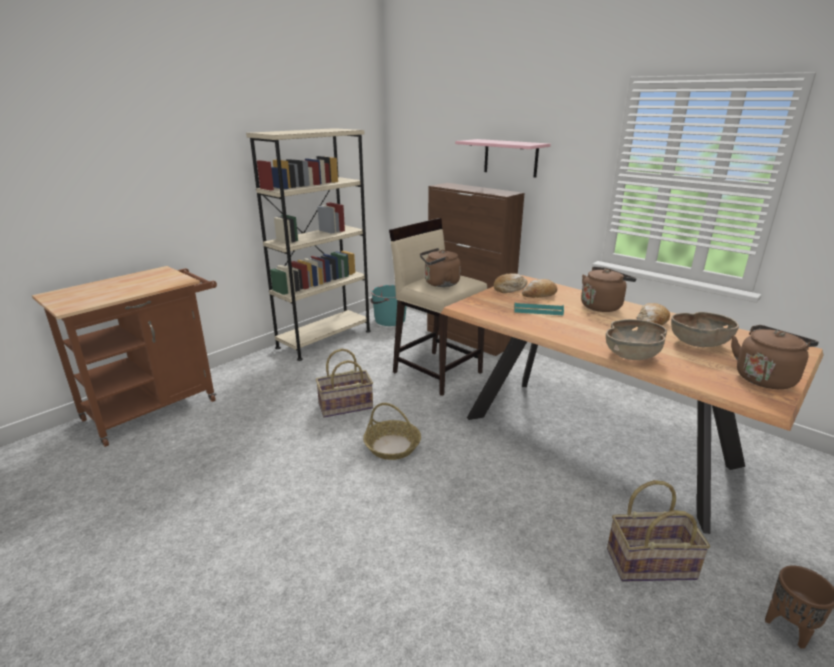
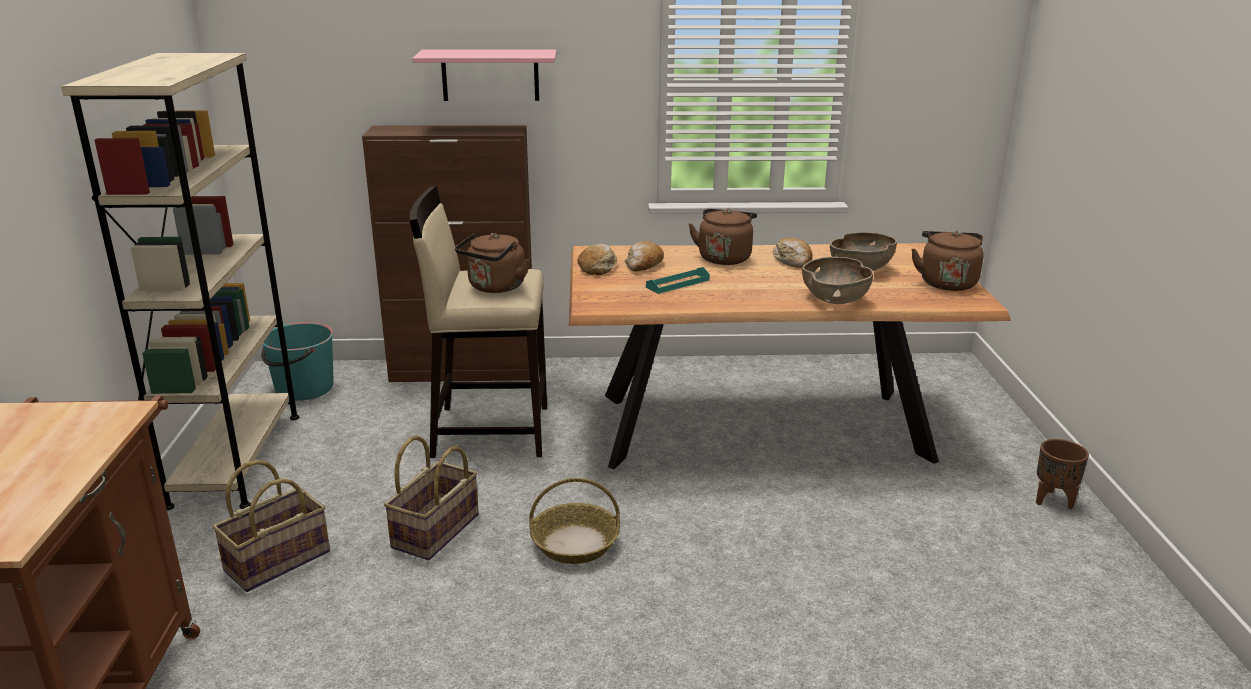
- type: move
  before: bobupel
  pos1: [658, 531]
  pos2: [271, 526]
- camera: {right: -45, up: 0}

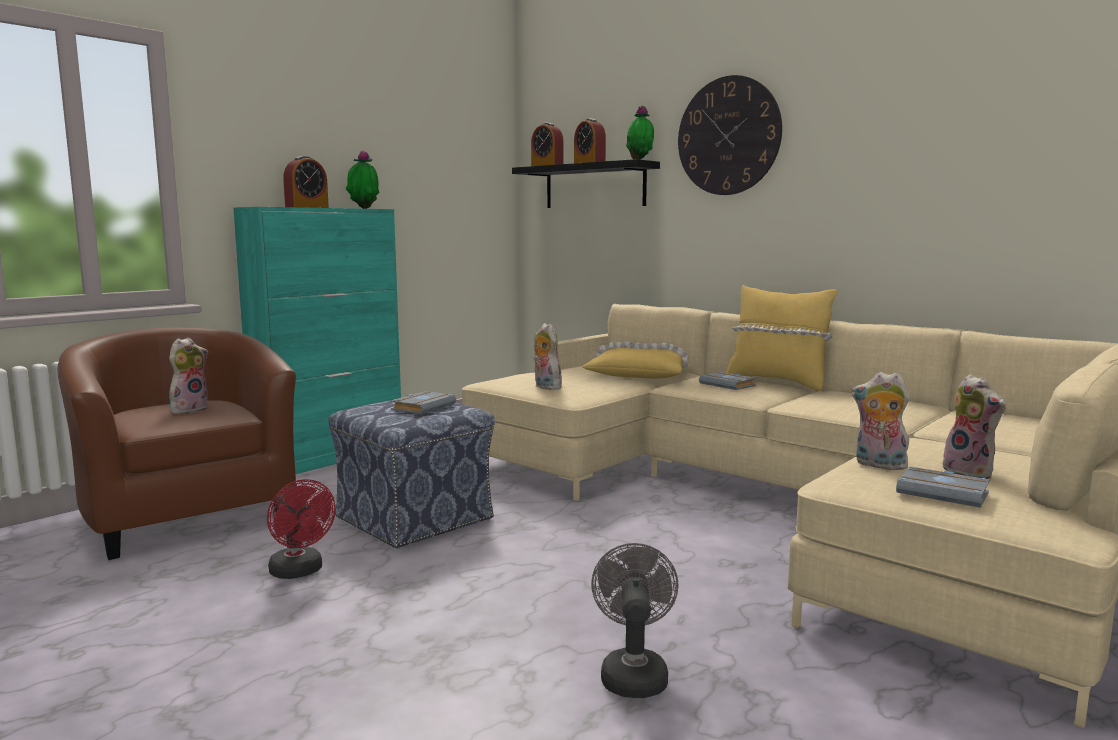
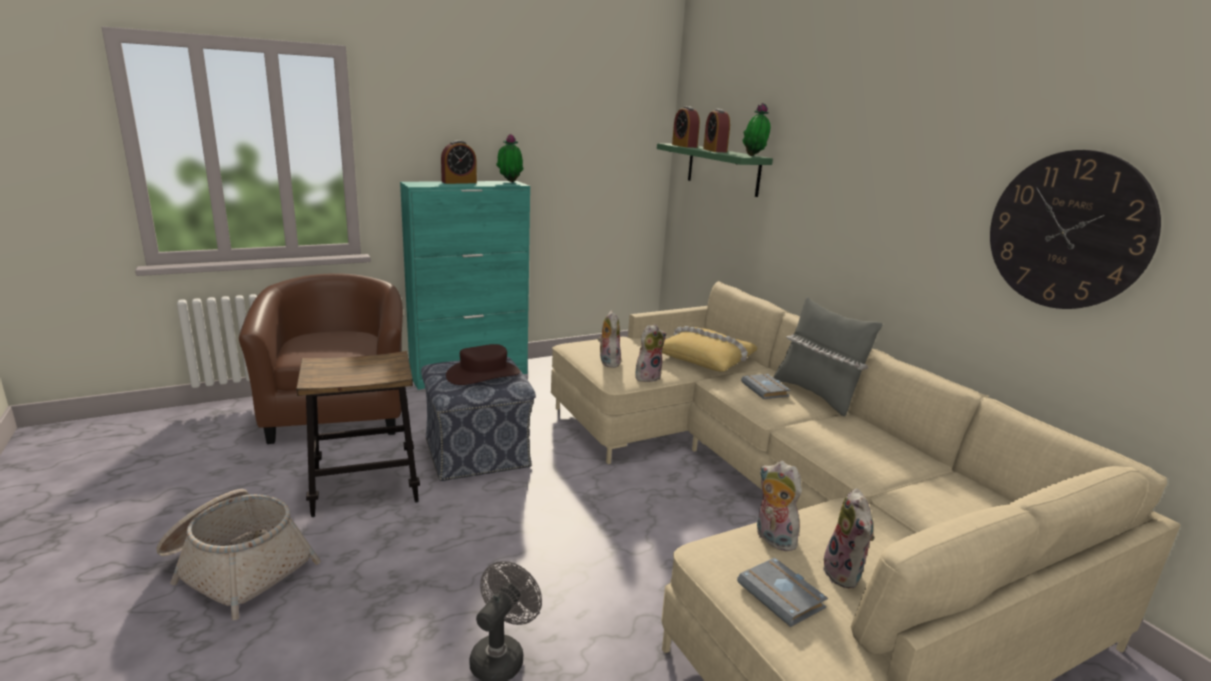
- type: insert
  after: bobupel
  pos2: [238, 554]
- type: replace
  before: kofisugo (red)
  after: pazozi
  pos1: [301, 529]
  pos2: [358, 434]
- type: replace
  before: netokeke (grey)
  after: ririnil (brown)
  pos1: [423, 402]
  pos2: [483, 364]
- type: move
  before: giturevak
  pos1: [188, 376]
  pos2: [650, 353]
- type: recolor
  before: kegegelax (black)
  after: kegegelax (green)
  pos1: [586, 183]
  pos2: [715, 170]
- type: recolor
  before: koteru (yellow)
  after: koteru (grey)
  pos1: [781, 338]
  pos2: [828, 357]
- type: move
  before: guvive
  pos1: [730, 135]
  pos2: [1075, 229]
- camera: {right: 20, up: 10}

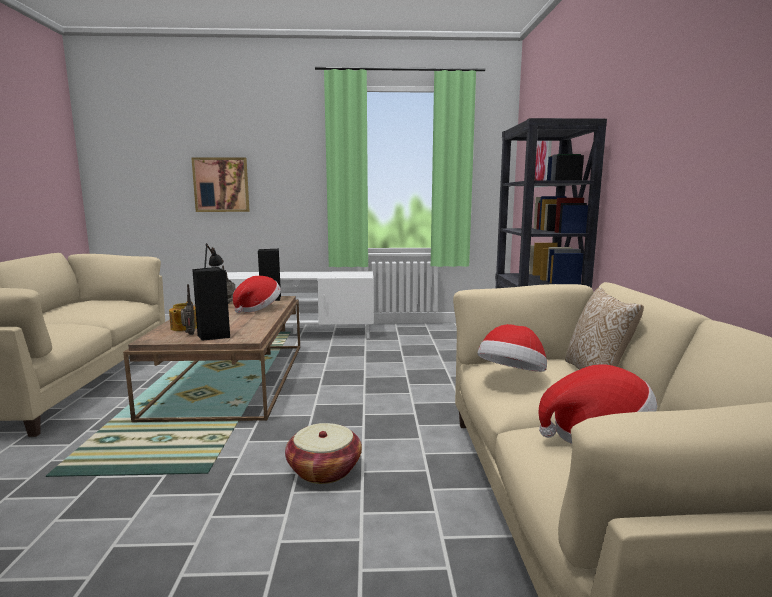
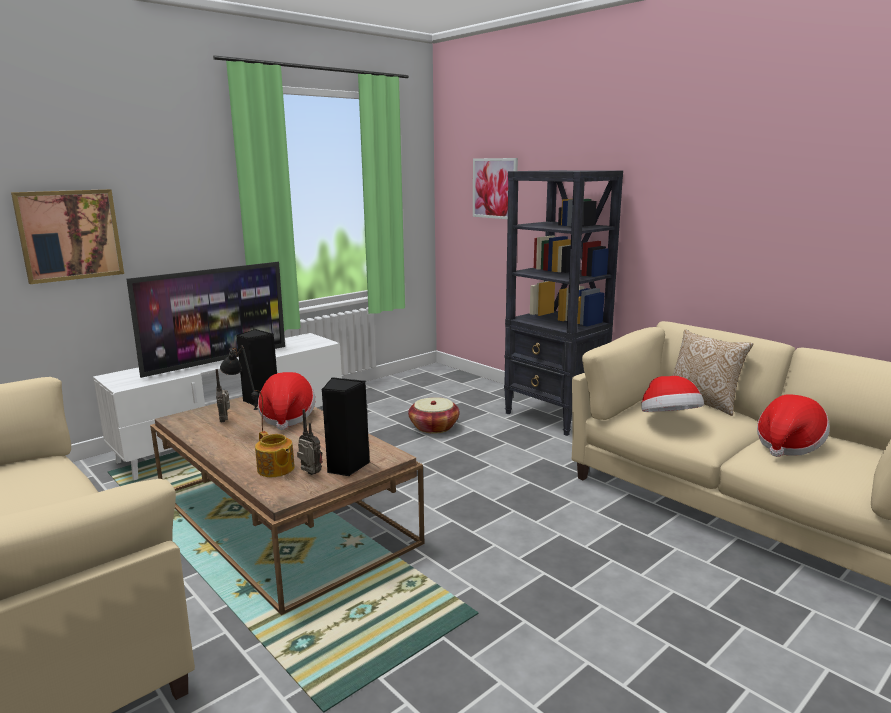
- type: insert
  after: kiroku
  pos2: [205, 320]
- type: move
  before: bobupel
  pos1: [323, 453]
  pos2: [433, 415]
- camera: {right: -40, up: 5}

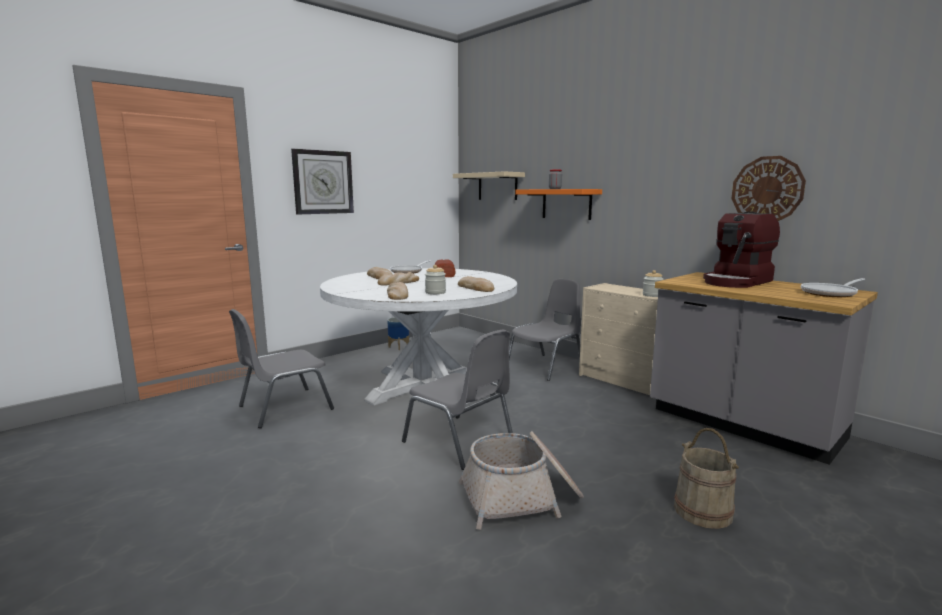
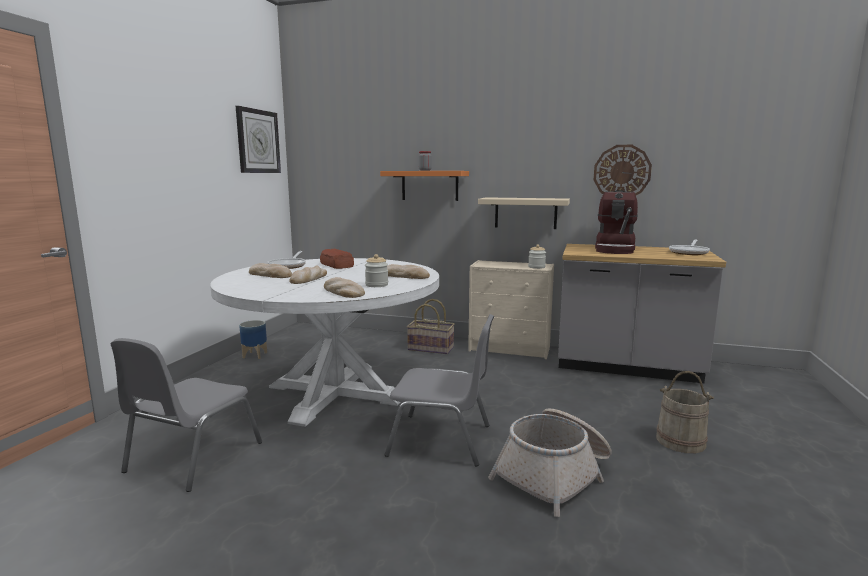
- type: move
  before: guvive
  pos1: [322, 181]
  pos2: [258, 139]
- type: replace
  before: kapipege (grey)
  after: bobupel
  pos1: [545, 330]
  pos2: [431, 326]
- type: move
  before: kegegelax (beige)
  pos1: [489, 185]
  pos2: [524, 213]
- camera: {right: -30, up: 0}

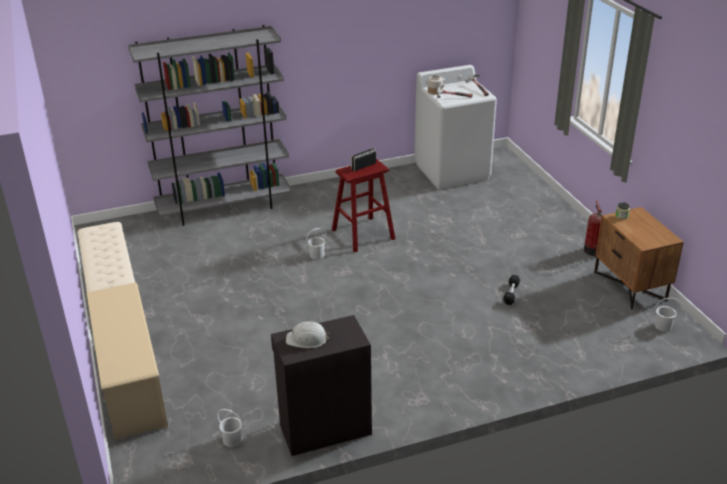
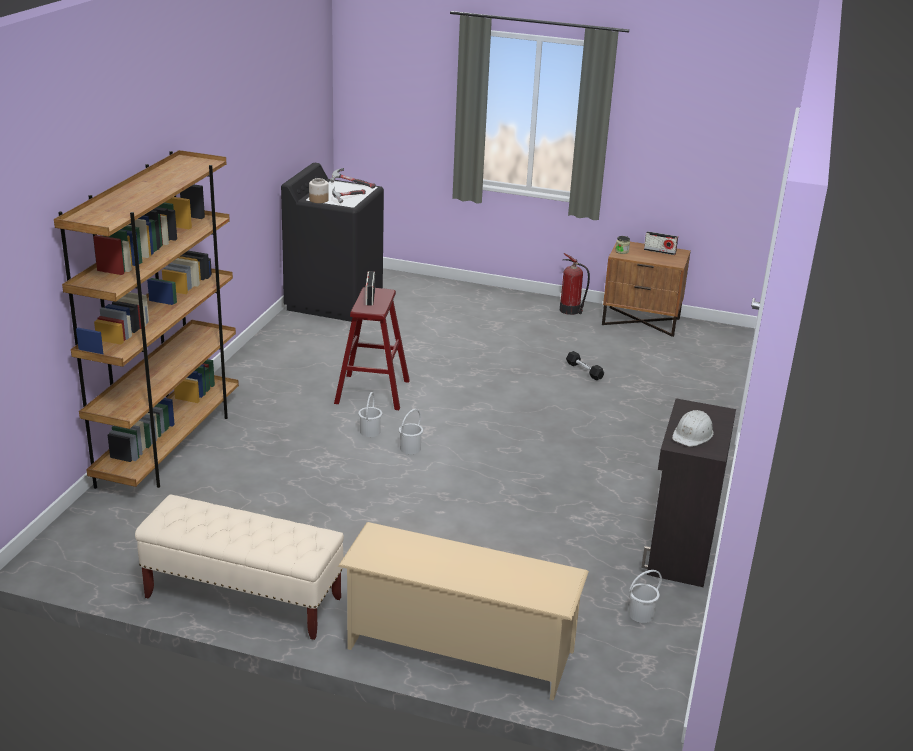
- type: recolor
  before: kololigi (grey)
  after: kololigi (brown)
  pos1: [209, 125]
  pos2: [146, 319]
- type: recolor
  before: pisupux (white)
  after: pisupux (black)
  pos1: [455, 127]
  pos2: [332, 242]
- type: move
  before: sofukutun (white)
  pos1: [667, 315]
  pos2: [411, 431]
- type: insert
  after: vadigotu
  pos2: [661, 243]
- camera: {right: -55, up: -5}

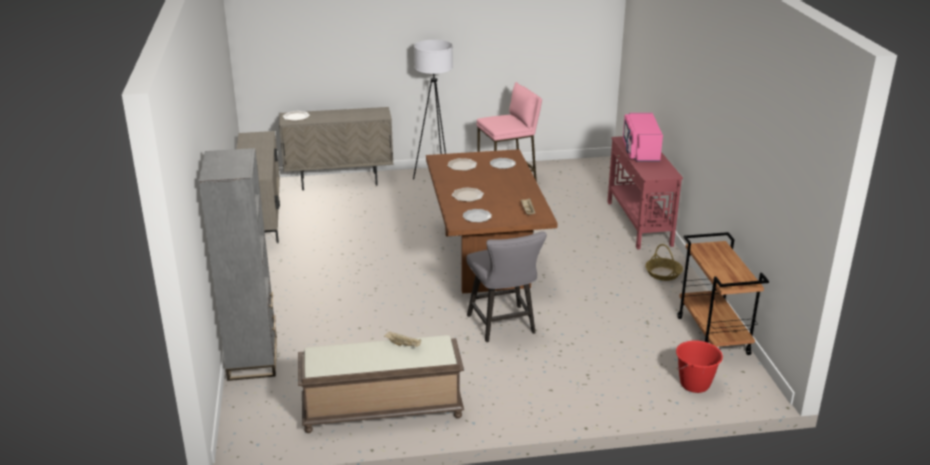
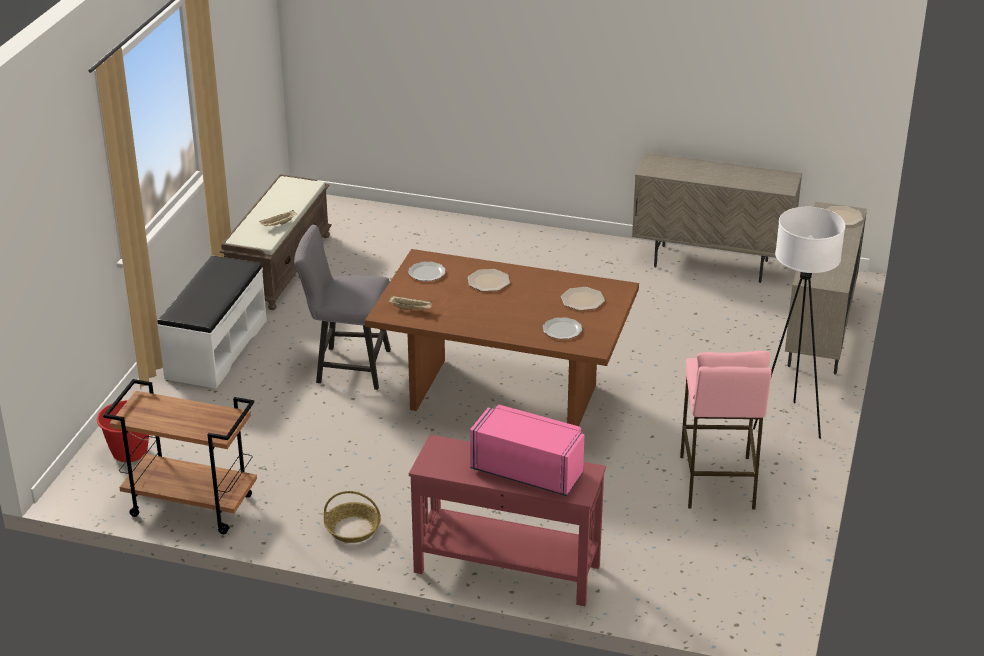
- type: insert
  after: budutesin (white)
  pos2: [212, 322]
- type: delete
  before: kololigi (grey)
  pos1: [238, 264]
- camera: {right: 115, up: 5}

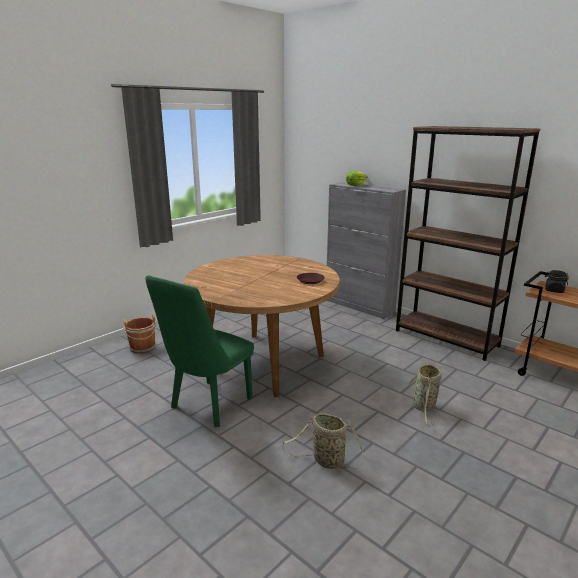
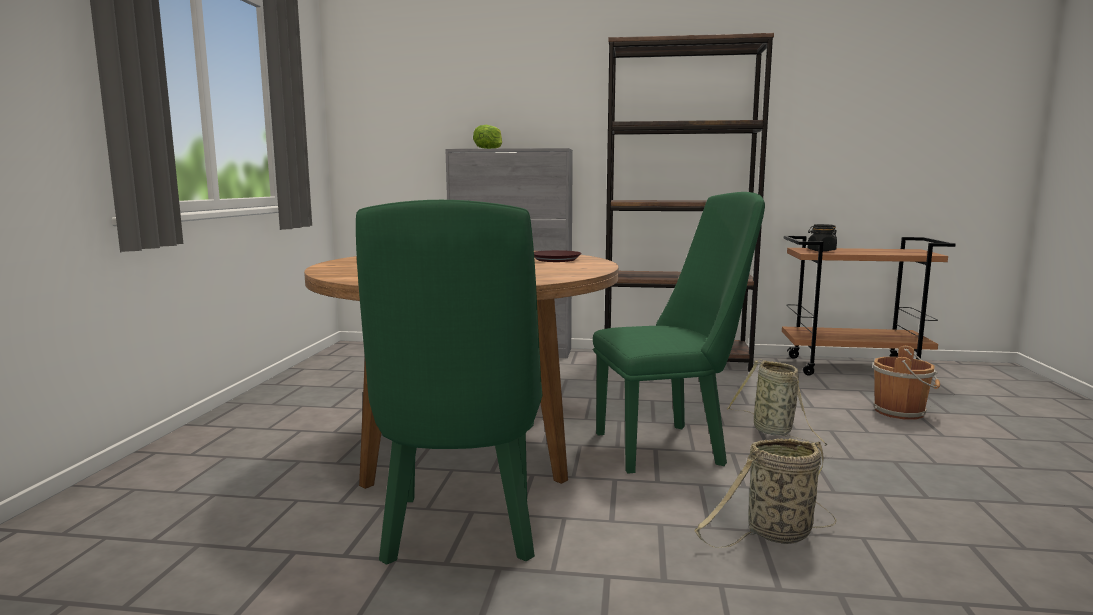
- type: insert
  after: kapipege (green)
  pos2: [679, 333]
- type: move
  before: sofukutun (brown)
  pos1: [140, 333]
  pos2: [906, 383]
- camera: {right: -35, up: -10}

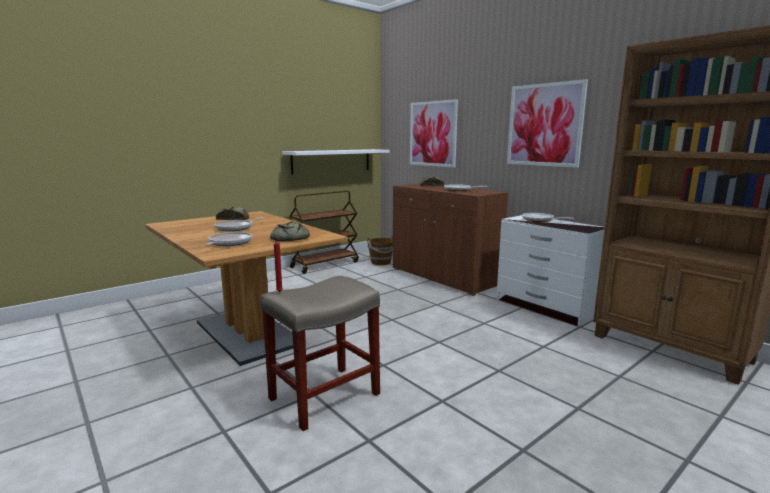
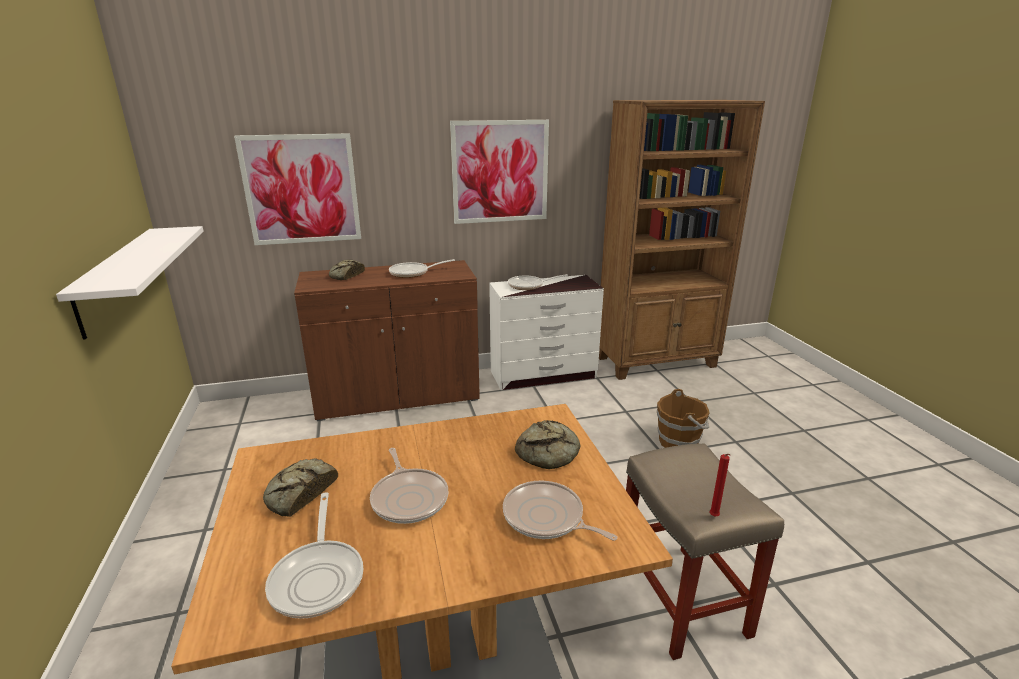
- type: insert
  after: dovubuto
  pos2: [314, 556]
- type: move
  before: sofukutun (brown)
  pos1: [380, 250]
  pos2: [683, 418]
- type: delete
  before: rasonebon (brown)
  pos1: [324, 232]
- camera: {right: -65, up: 10}

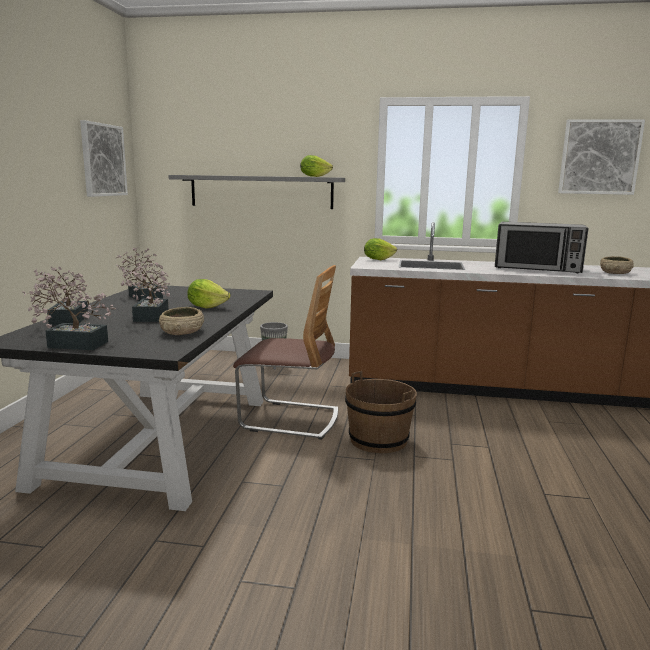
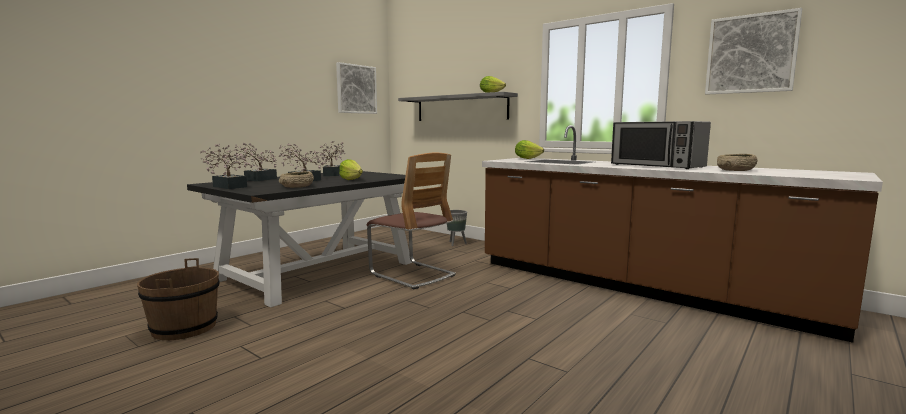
- type: move
  before: sofukutun (brown)
  pos1: [381, 412]
  pos2: [178, 299]
- camera: {right: 30, up: -5}

